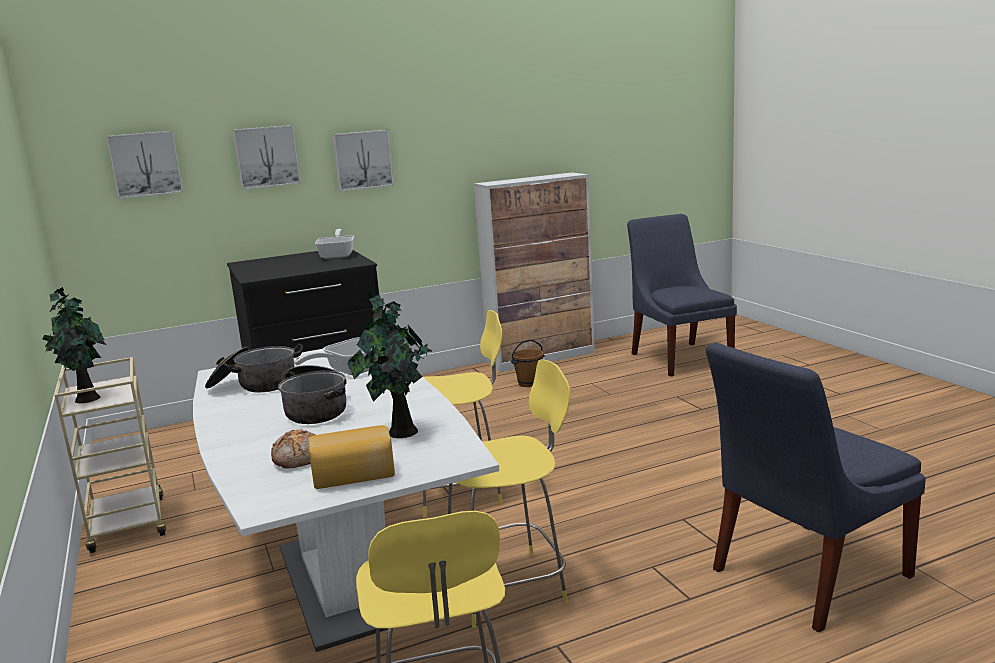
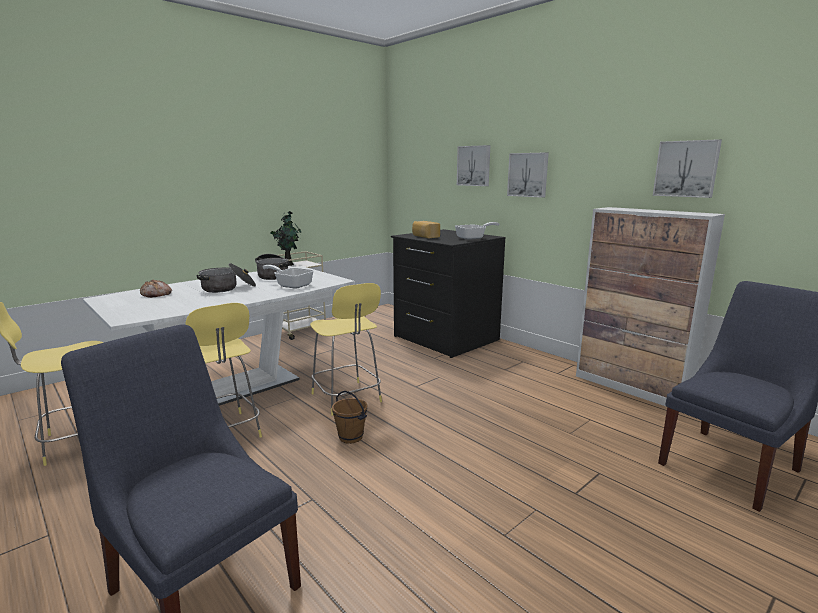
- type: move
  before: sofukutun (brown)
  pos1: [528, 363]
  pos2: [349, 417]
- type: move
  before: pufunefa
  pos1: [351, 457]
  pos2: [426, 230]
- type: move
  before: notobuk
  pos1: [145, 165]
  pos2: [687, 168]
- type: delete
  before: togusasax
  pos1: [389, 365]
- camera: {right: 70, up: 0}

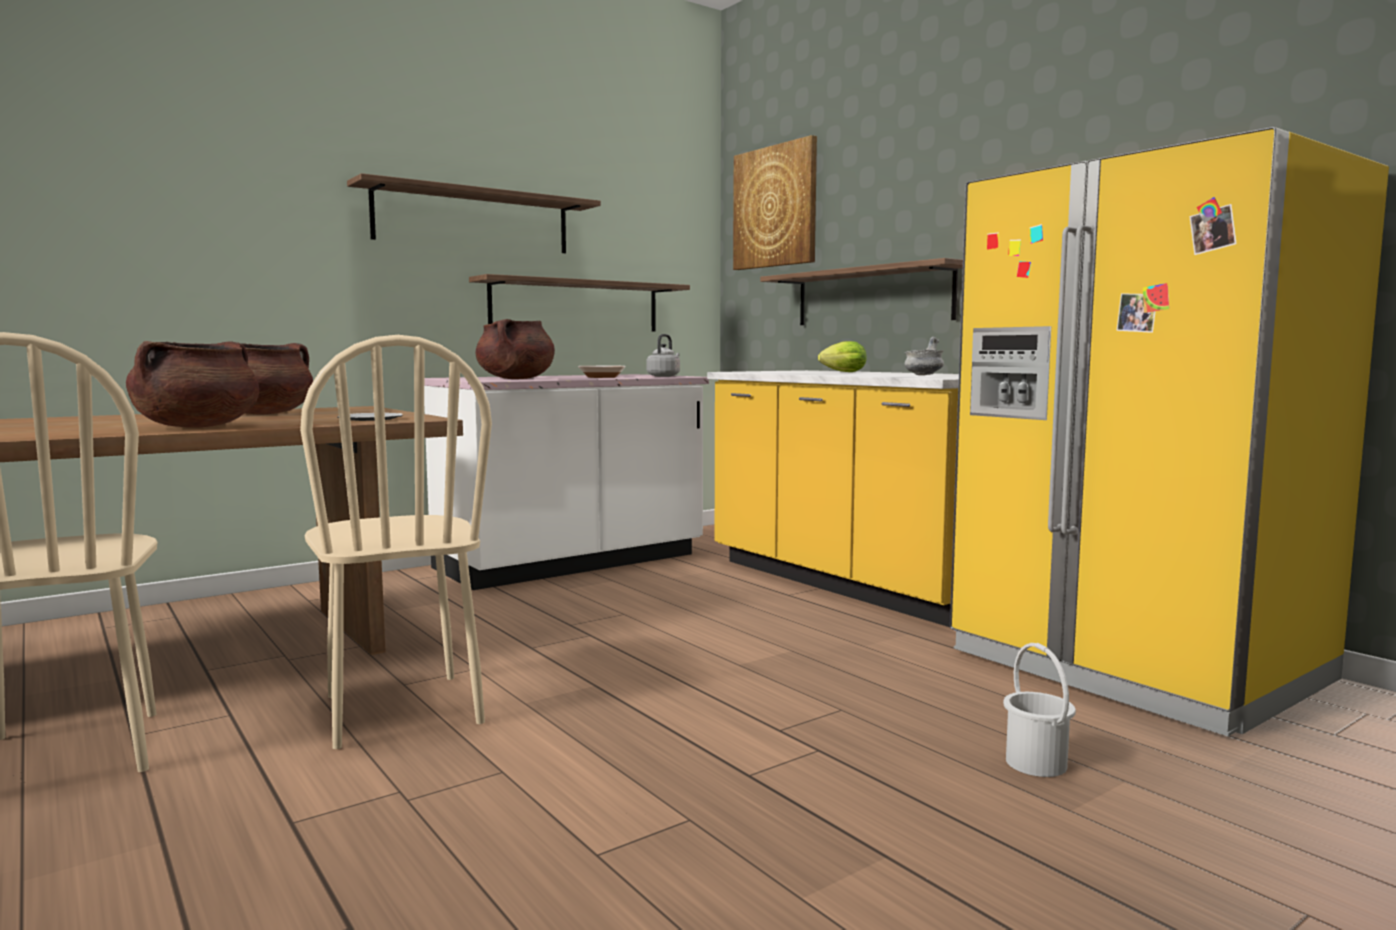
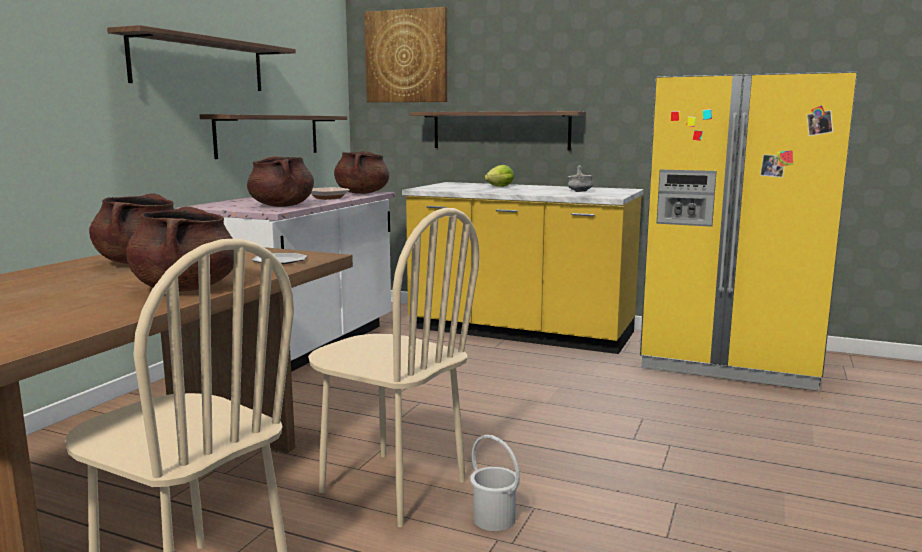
- type: replace
  before: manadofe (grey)
  after: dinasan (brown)
  pos1: [663, 355]
  pos2: [361, 172]
- type: move
  before: sofukutun (white)
  pos1: [1039, 710]
  pos2: [495, 483]
- camera: {right: -30, up: 5}

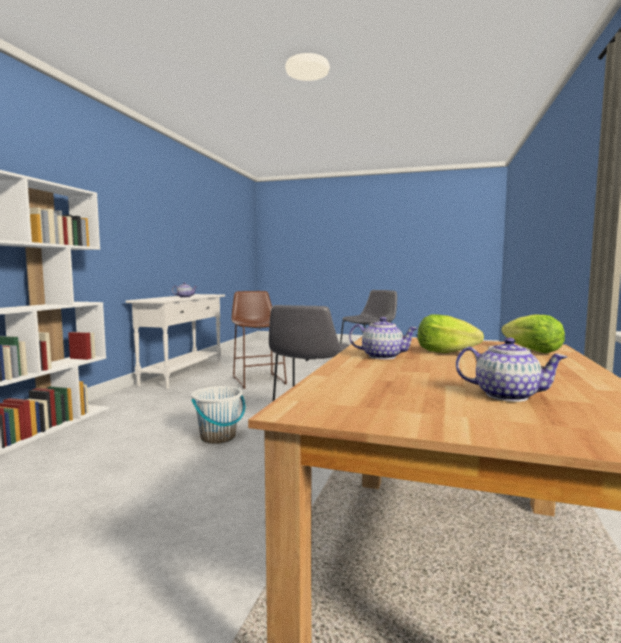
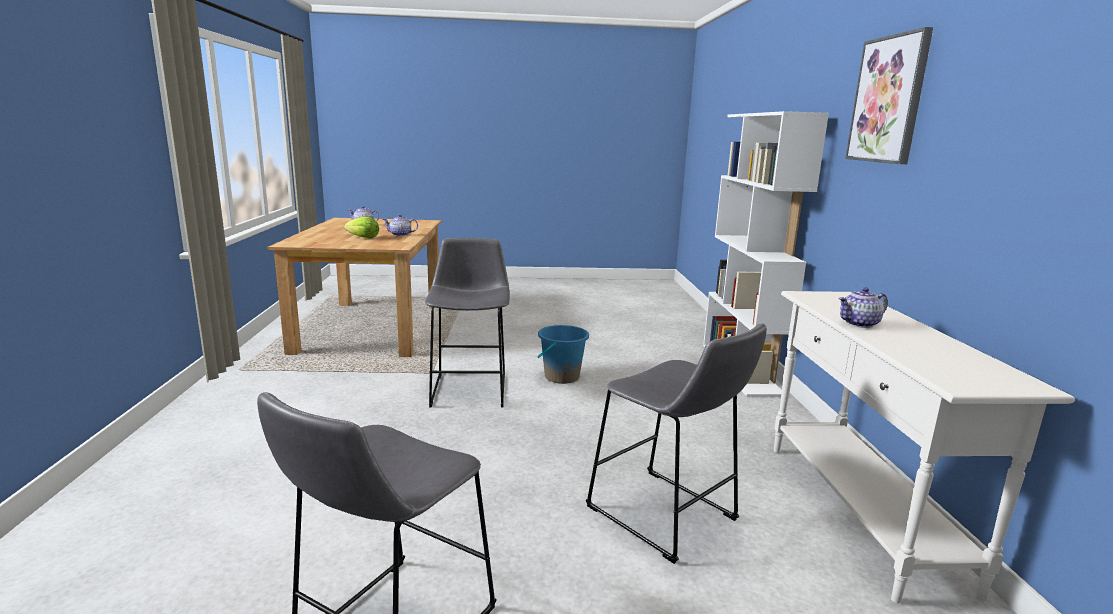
- type: recolor
  before: sofukutun (white)
  after: sofukutun (blue)
  pos1: [218, 415]
  pos2: [563, 354]
- type: recolor
  before: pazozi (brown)
  after: pazozi (grey)
  pos1: [259, 340]
  pos2: [676, 443]
- type: insert
  after: notobuk
  pos2: [889, 95]
- type: delete
  before: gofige
  pos1: [533, 334]
- camera: {right: 160, up: 10}

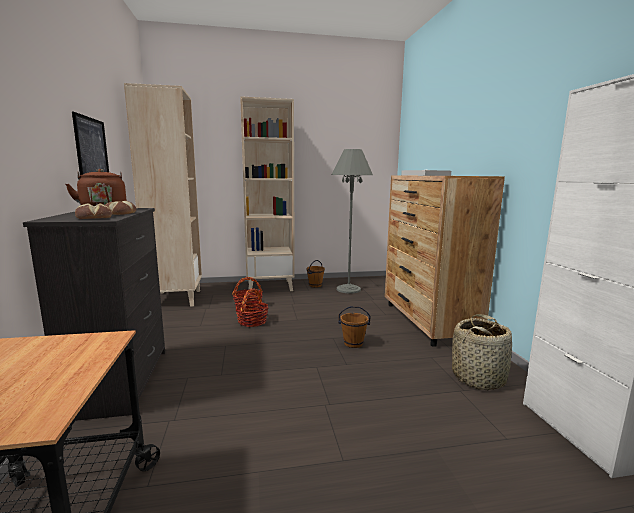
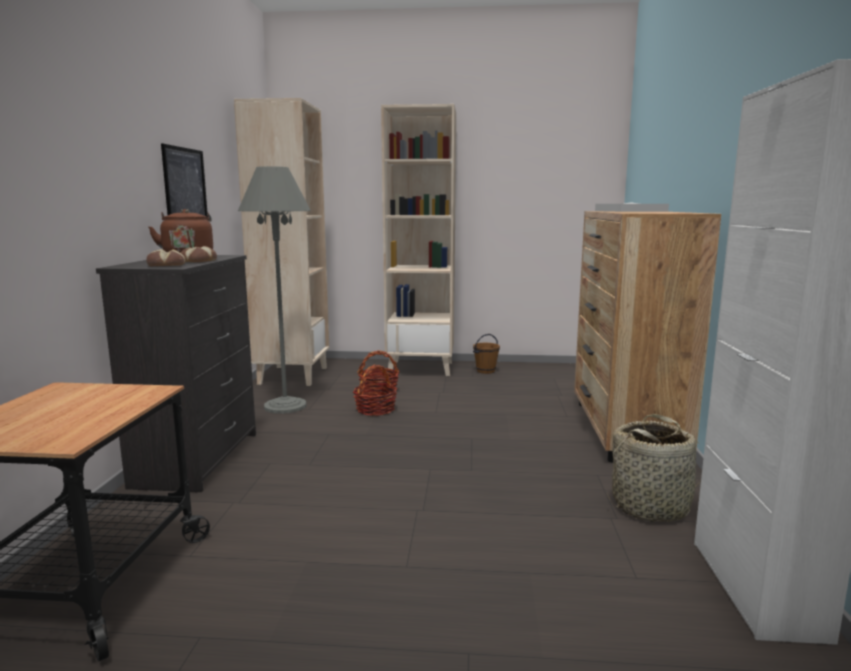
- type: move
  before: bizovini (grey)
  pos1: [352, 221]
  pos2: [274, 290]
- type: delete
  before: sofukutun (brown)
  pos1: [354, 327]
- camera: {right: 15, up: 0}

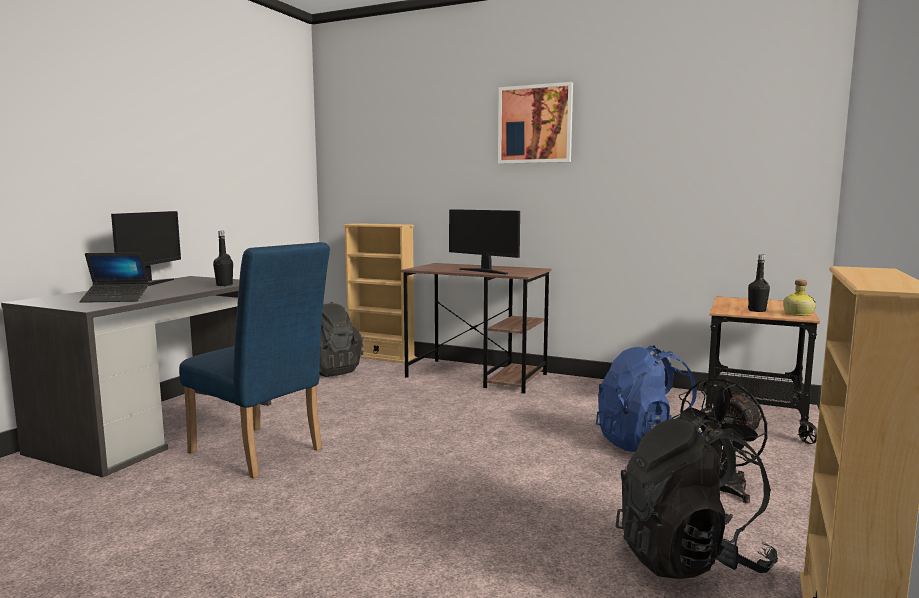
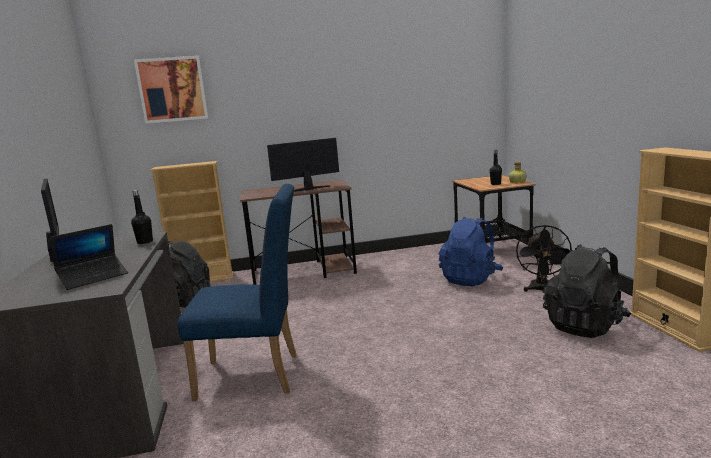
- type: move
  before: notobuk
  pos1: [535, 123]
  pos2: [171, 89]
- type: rotate
  before: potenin
  pos1: [484, 241]
  pos2: [303, 165]
  turn: 150
- camera: {right: -35, up: 5}

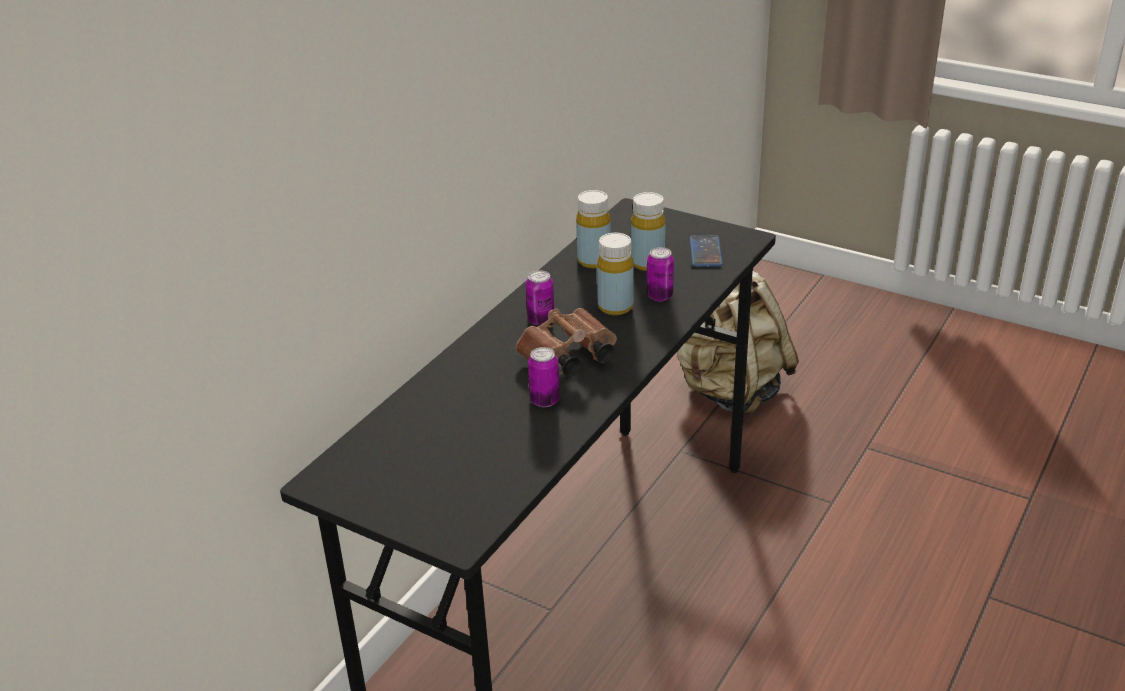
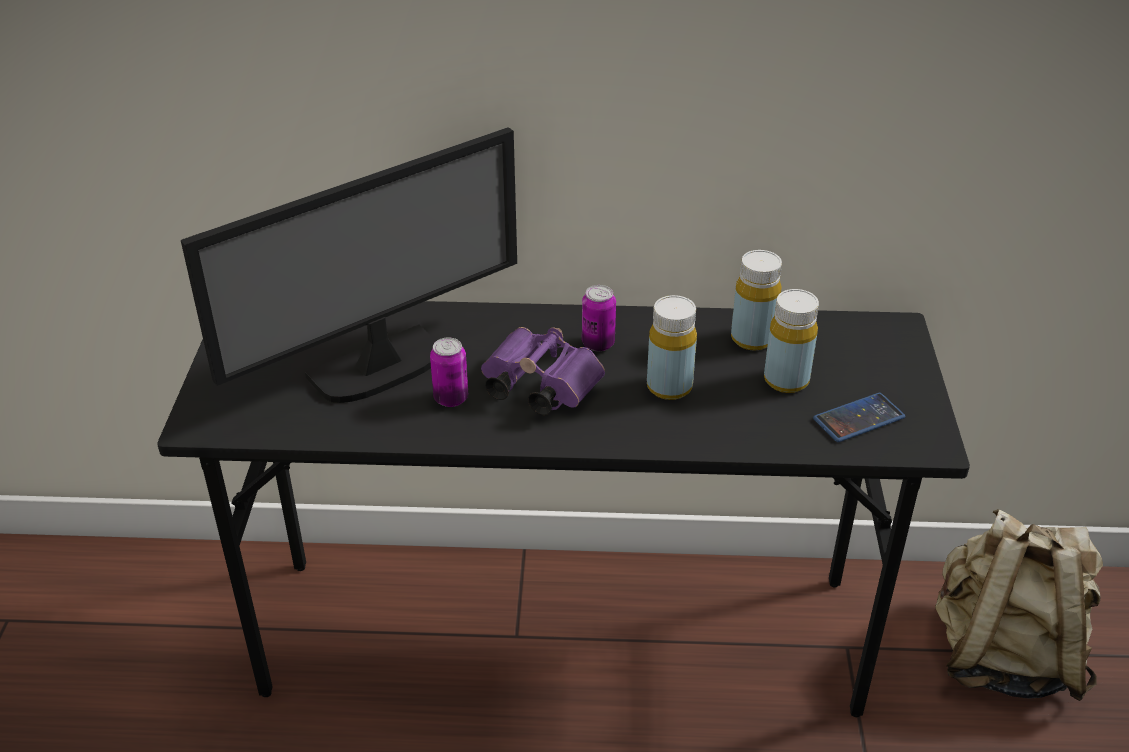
- type: insert
  after: potenin
  pos2: [349, 265]
- type: recolor
  before: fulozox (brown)
  after: fulozox (purple)
  pos1: [566, 342]
  pos2: [543, 371]
- type: delete
  before: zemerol
  pos1: [660, 274]
- camera: {right: 60, up: 5}

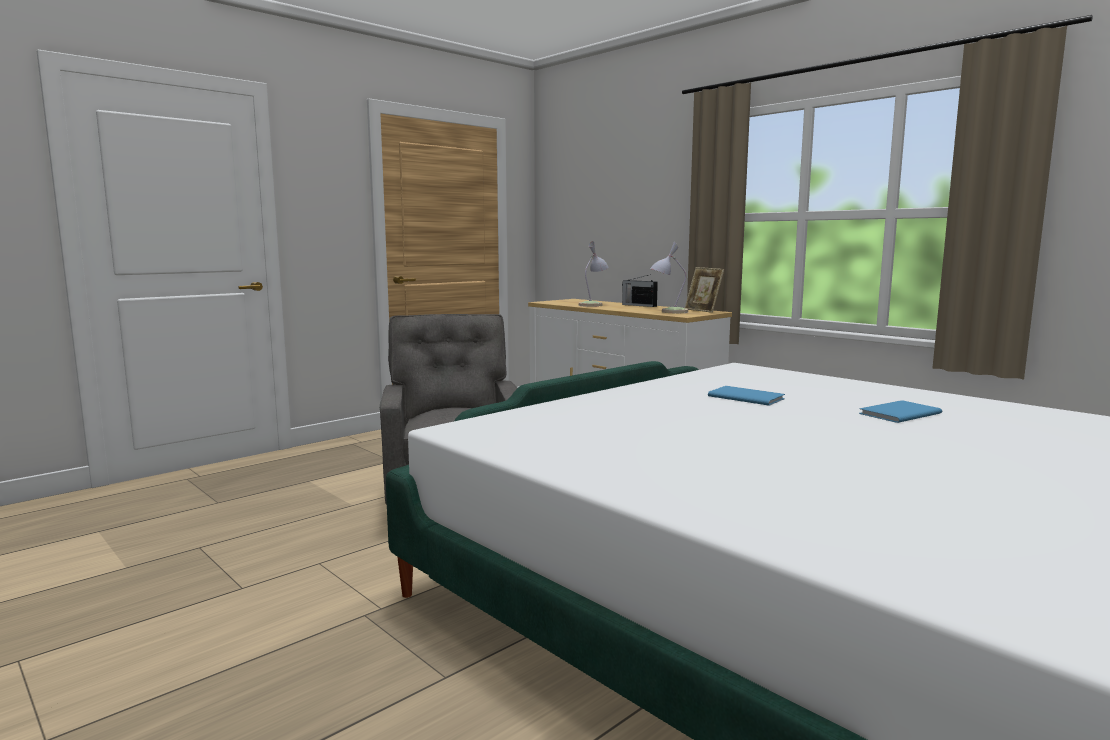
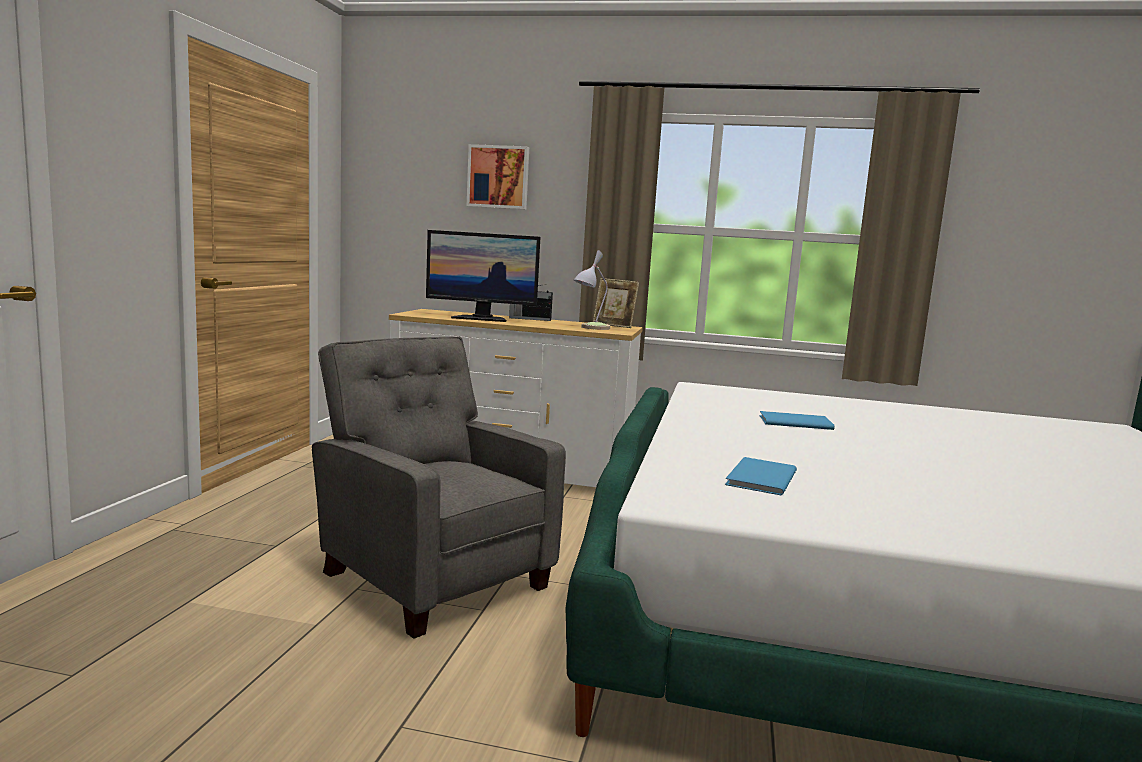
- type: replace
  before: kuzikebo
  after: potenin
  pos1: [593, 274]
  pos2: [483, 276]
- type: insert
  after: notobuk
  pos2: [498, 177]
- type: move
  before: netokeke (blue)
  pos1: [900, 411]
  pos2: [761, 476]
- camera: {right: -35, up: 0}

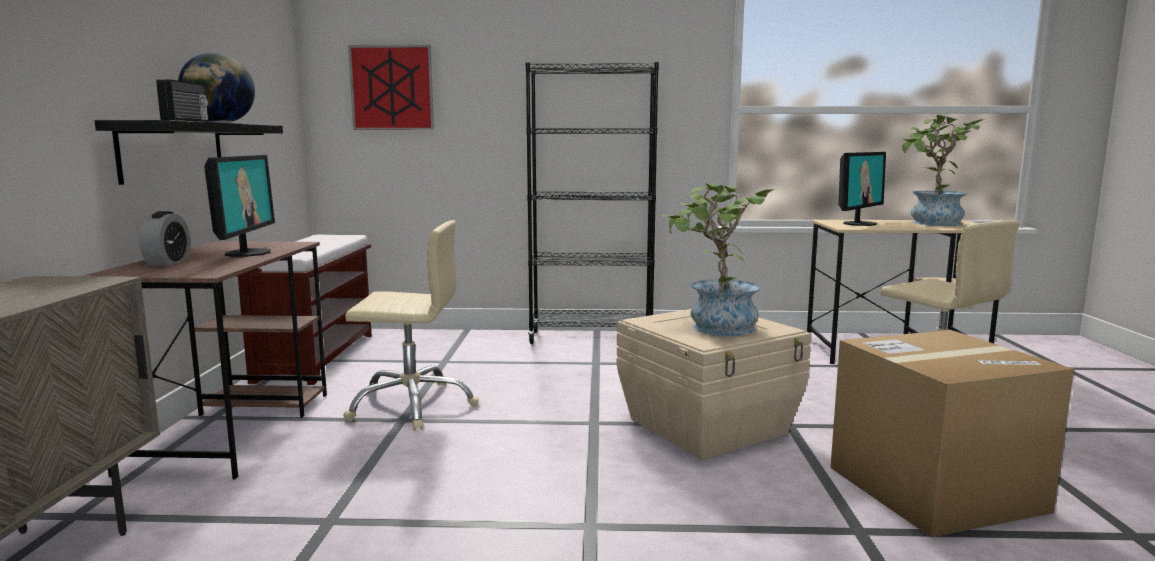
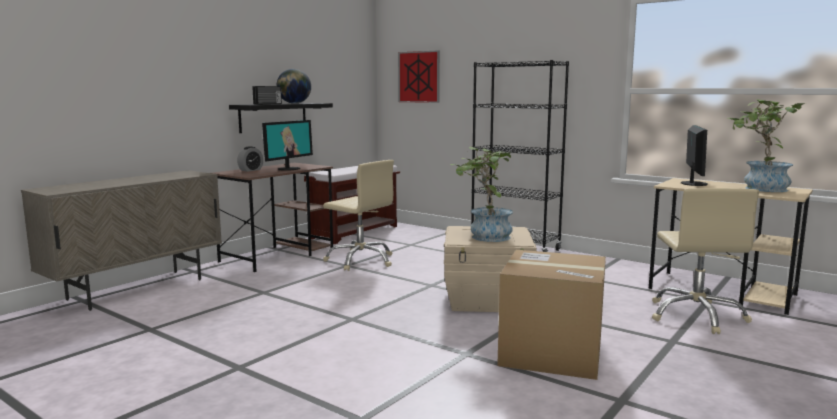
- type: rotate
  before: potenin
  pos1: [862, 189]
  pos2: [694, 155]
  turn: -60
- camera: {right: 35, up: 0}

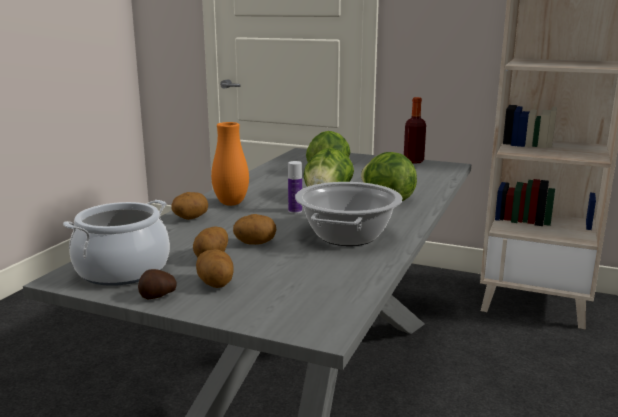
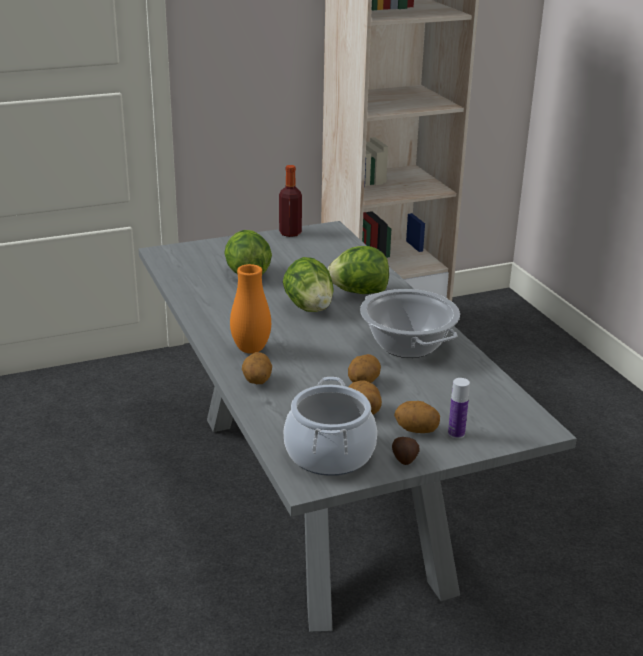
- type: move
  before: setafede
  pos1: [295, 187]
  pos2: [459, 408]
- camera: {right: -45, up: 10}

